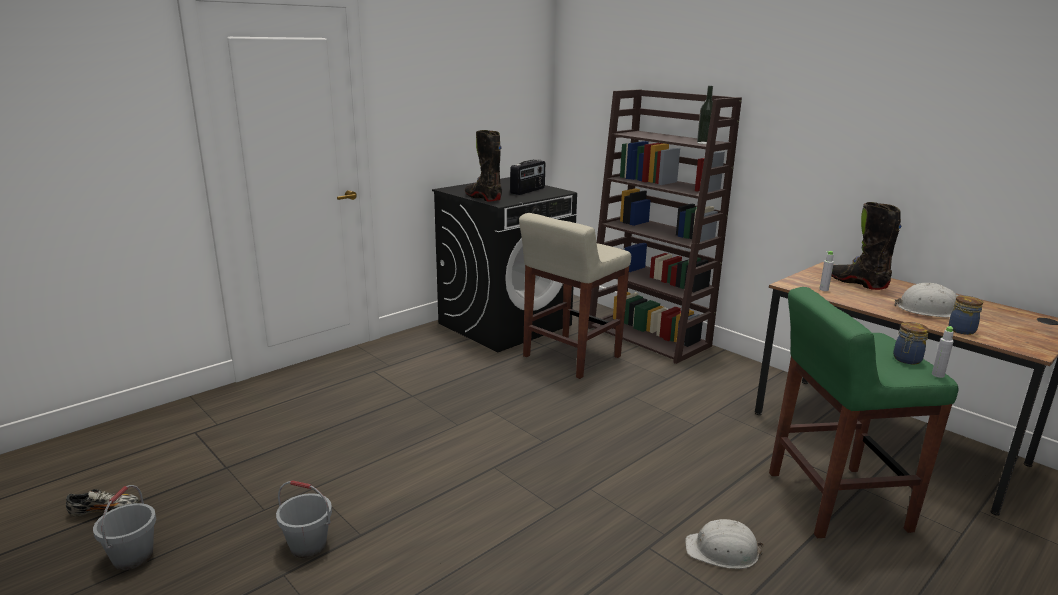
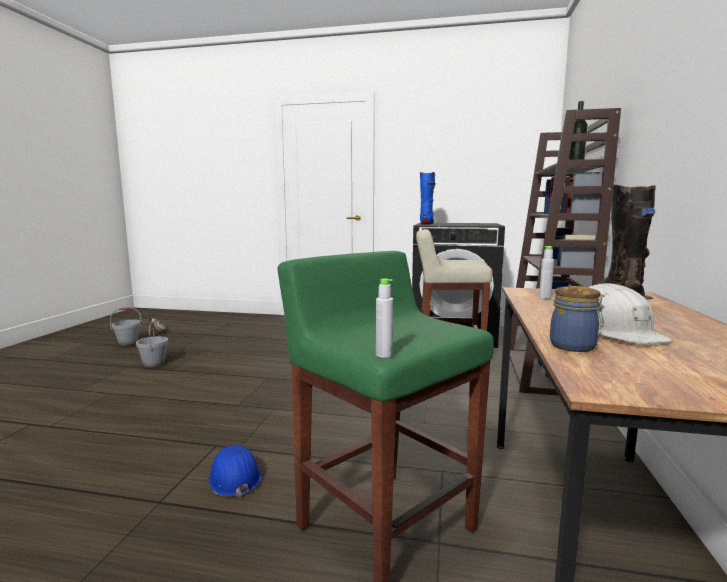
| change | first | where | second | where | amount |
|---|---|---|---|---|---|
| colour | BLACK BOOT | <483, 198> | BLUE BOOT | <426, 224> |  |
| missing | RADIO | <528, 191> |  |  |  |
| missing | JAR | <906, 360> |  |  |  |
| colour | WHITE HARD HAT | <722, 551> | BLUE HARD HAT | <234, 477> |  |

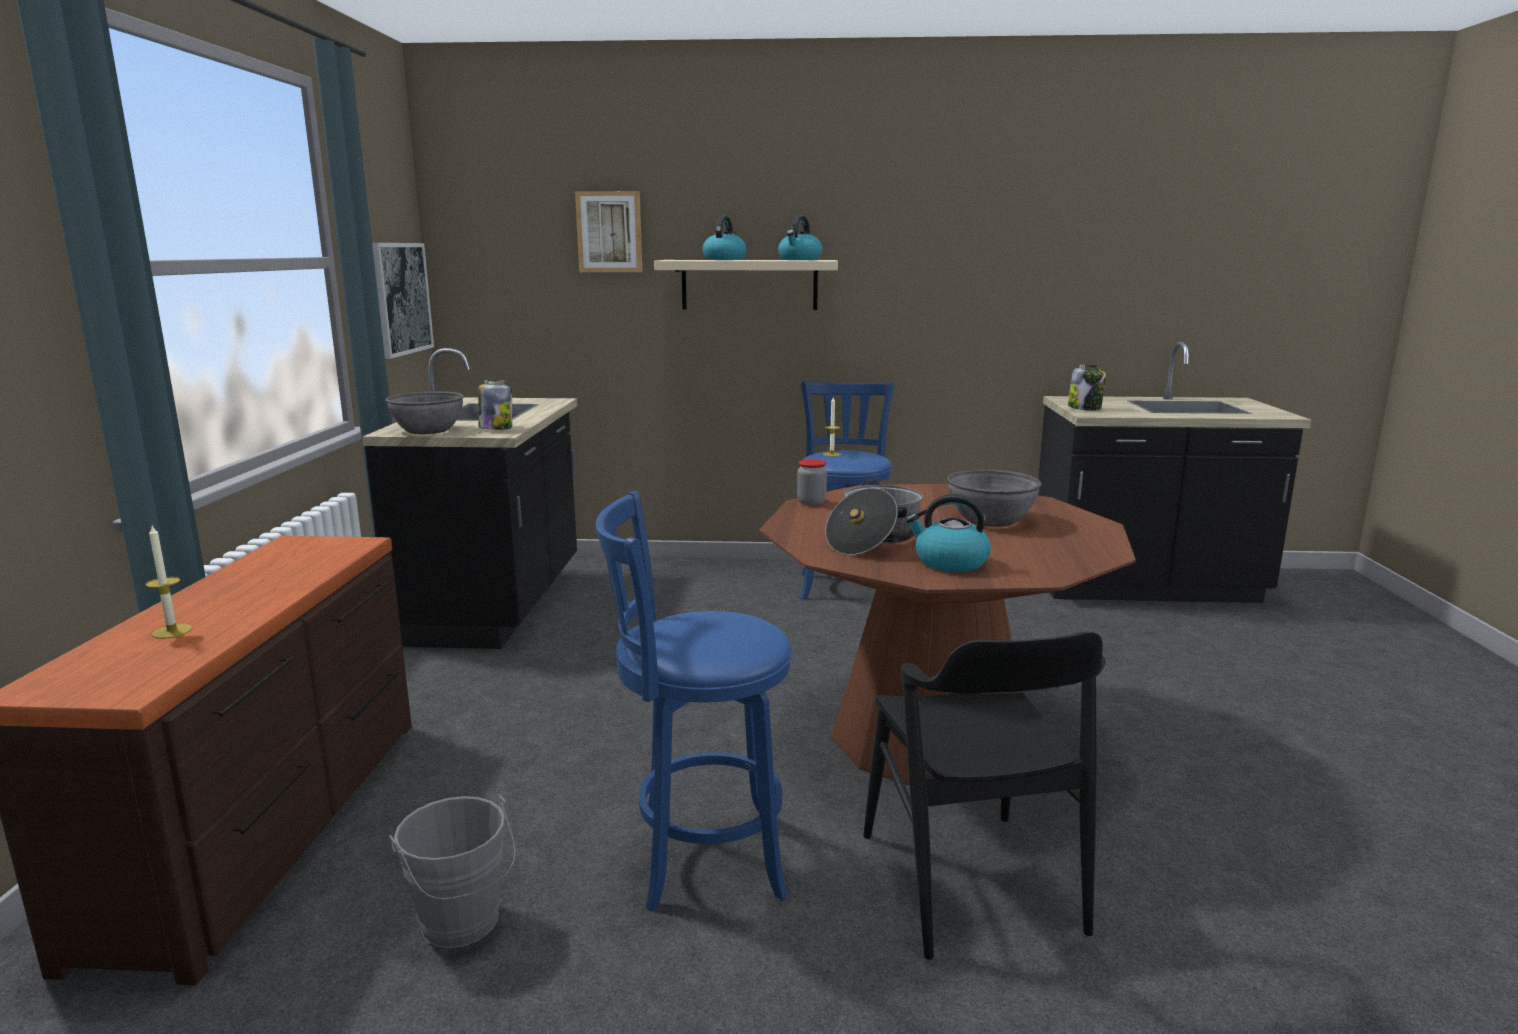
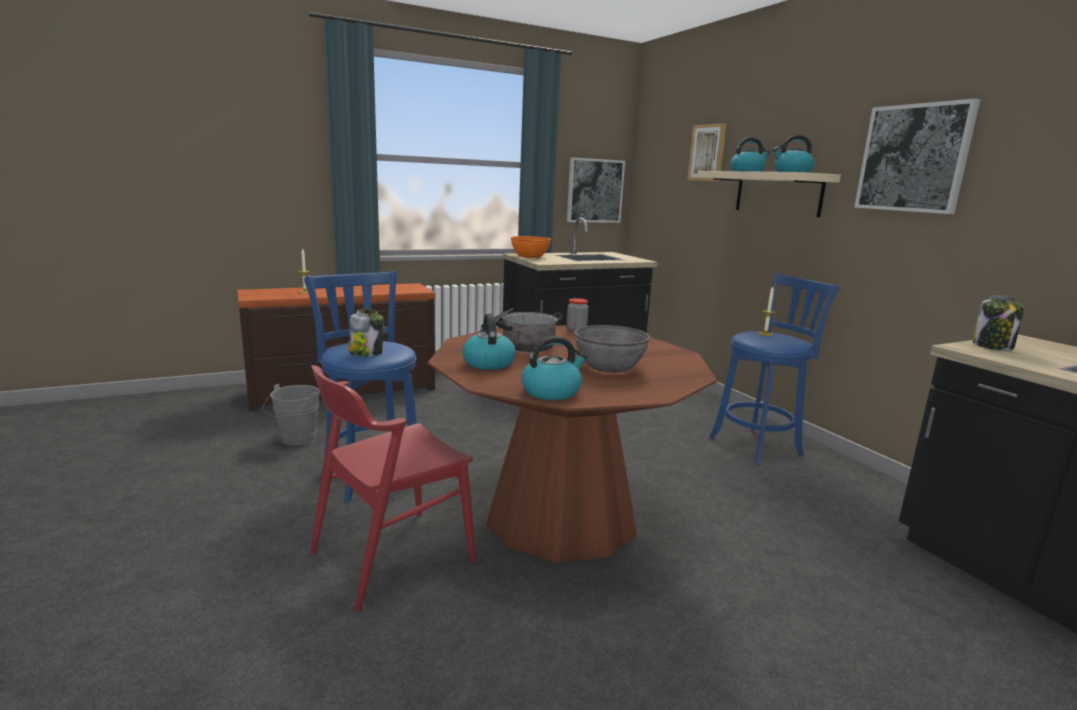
| change | first | where | second | where | amount |
|---|---|---|---|---|---|
| relocated | JAR | <496, 428> |  | <366, 353> |  |
| colour | GREY BOWL | <428, 430> | ORANGE BOWL | <530, 256> |  |
| colour | BLACK CHAIR | <970, 881> | RED CHAIR | <391, 556> |  |
| appeared |  |  | PICTURE | <913, 158> |  |
| appeared |  |  | KETTLE | <552, 391> |  |

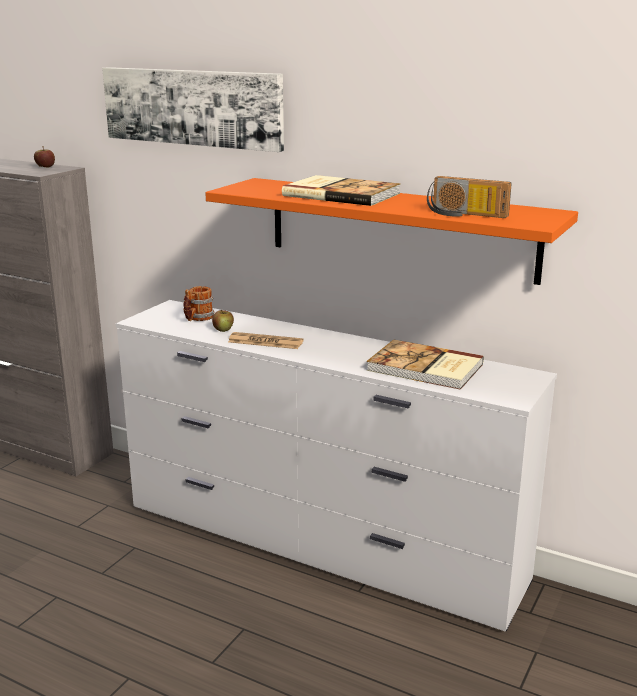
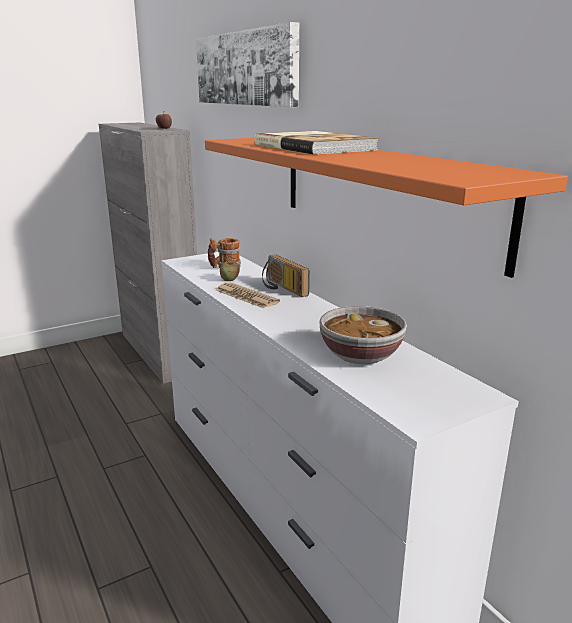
| change | first | where | second | where | amount |
|---|---|---|---|---|---|
| relocated | RADIO | <465, 215> |  | <281, 288> |  |
| exchanged | BOOK | <425, 368> | BOWL | <360, 355> |  |

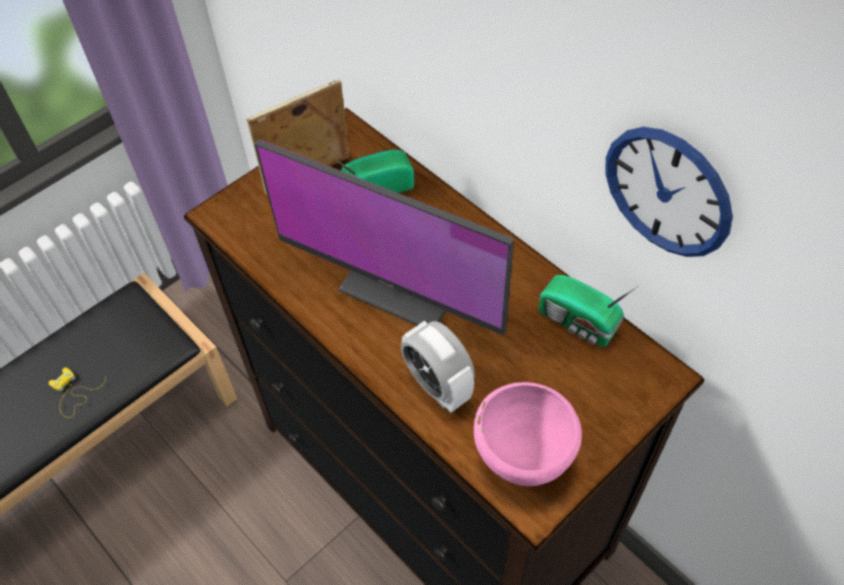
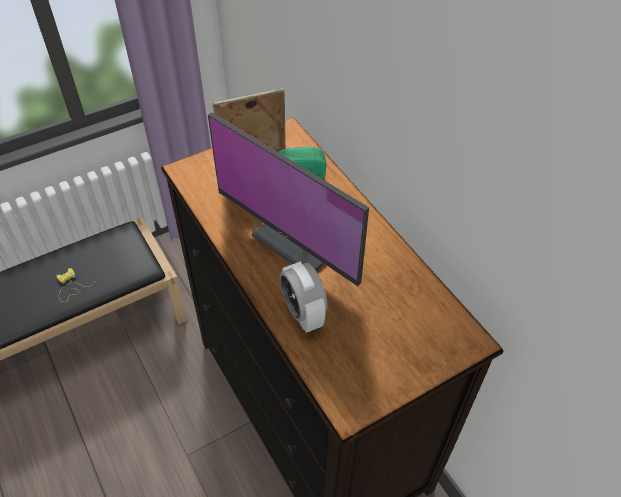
| change | first | where | second | where | amount |
|---|---|---|---|---|---|
| missing | WALL CLOCK | <667, 192> |  |  |  |
| missing | RADIO | <579, 323> |  |  |  |
| missing | PINK BOWL | <521, 456> |  |  |  |

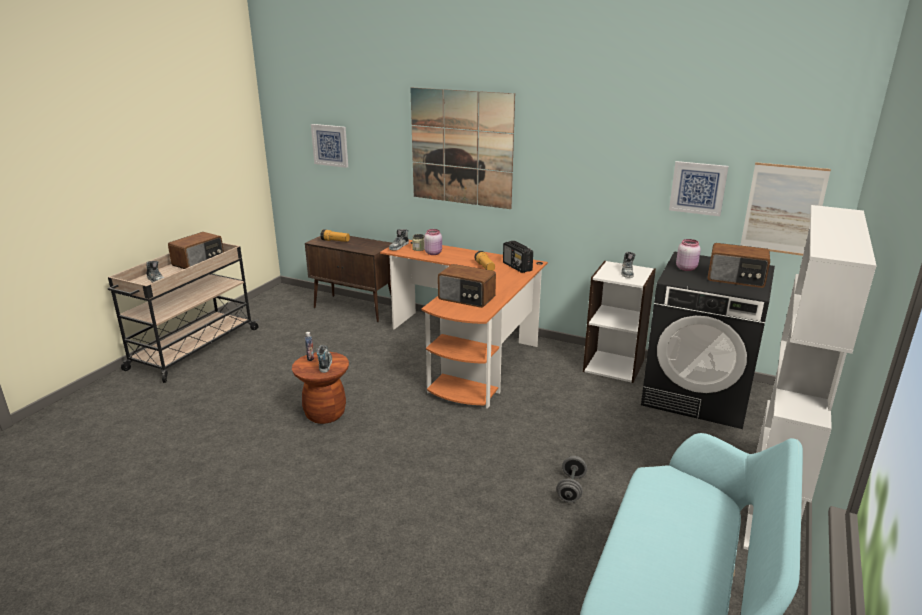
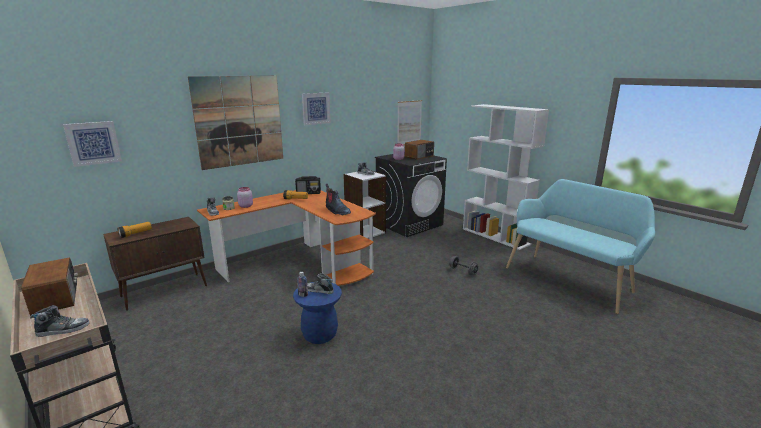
| change | first | where | second | where | amount |
|---|---|---|---|---|---|
| relocated | PICTURE | <698, 188> |  | <316, 108> |  |
| exchanged | RADIO | <466, 298> | BOOT | <337, 211> |  |
| colour | BROWN STOOL | <325, 414> | BLUE STOOL | <320, 335> |  |

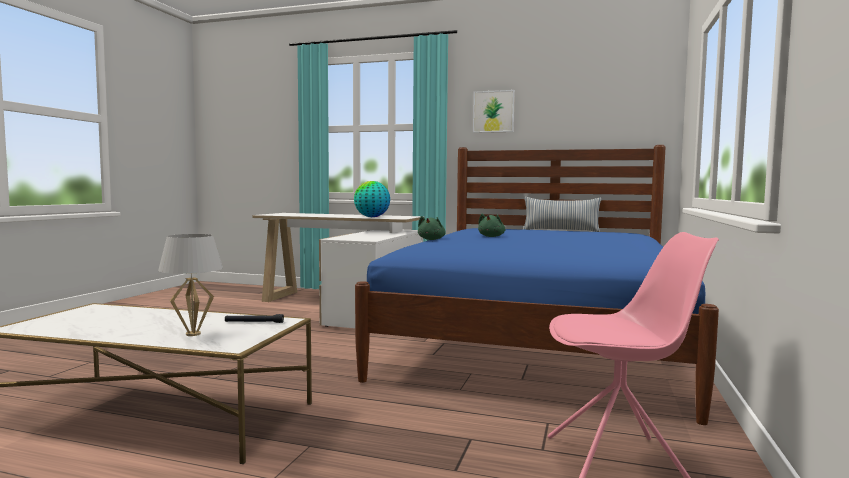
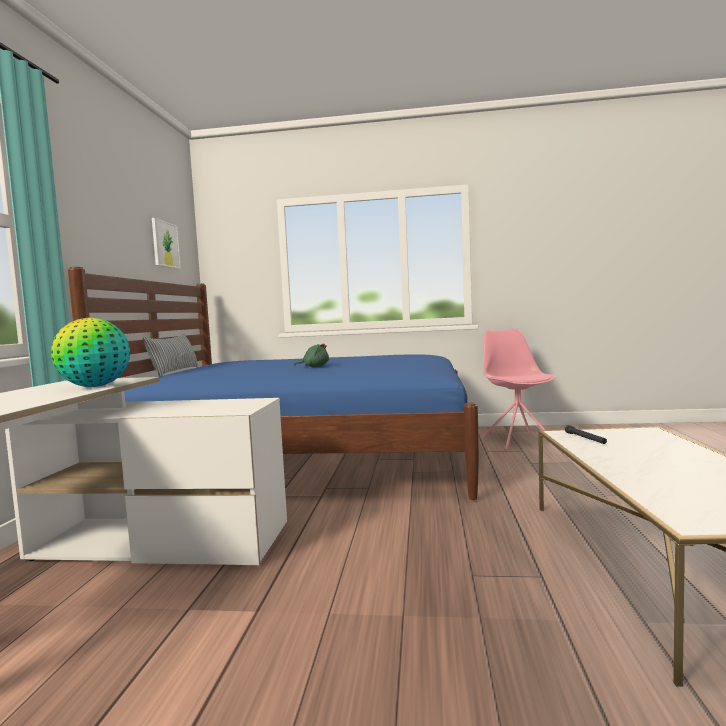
| change | first | where | second | where | amount |
|---|---|---|---|---|---|
| relocated | PICTURE | <493, 111> |  | <165, 244> |  |
| missing | GREEN PLUSH TOY | <431, 239> |  |  |  |
| missing | WHITE TABLE LAMP | <193, 334> |  |  |  |

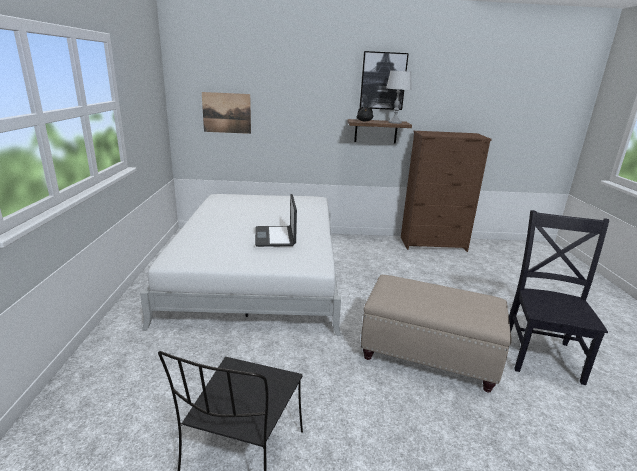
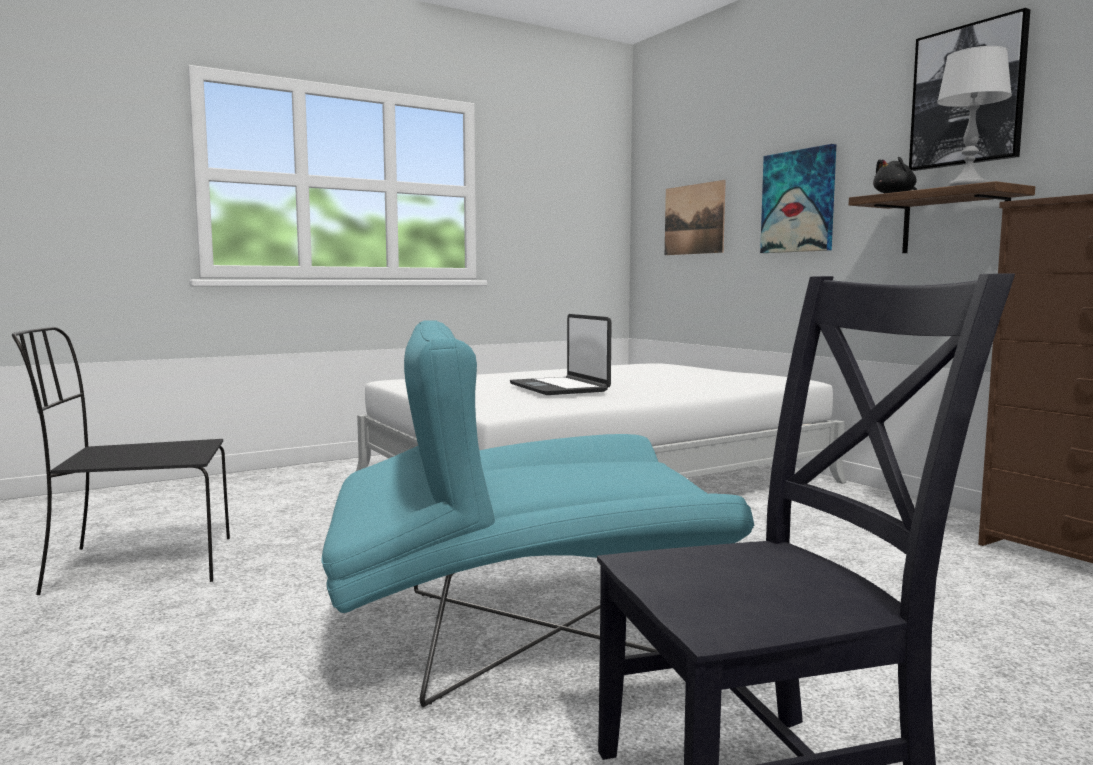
| change | first | where | second | where | amount |
|---|---|---|---|---|---|
| spun | LAPTOP | <275, 237> |  | <559, 388> | 75 degrees counterclockwise |
| exchanged | BEIGE OTTOMAN | <427, 355> | TURQUOISE ARMCHAIR | <522, 633> |  |
| appeared |  |  | PICTURE | <798, 201> |  |

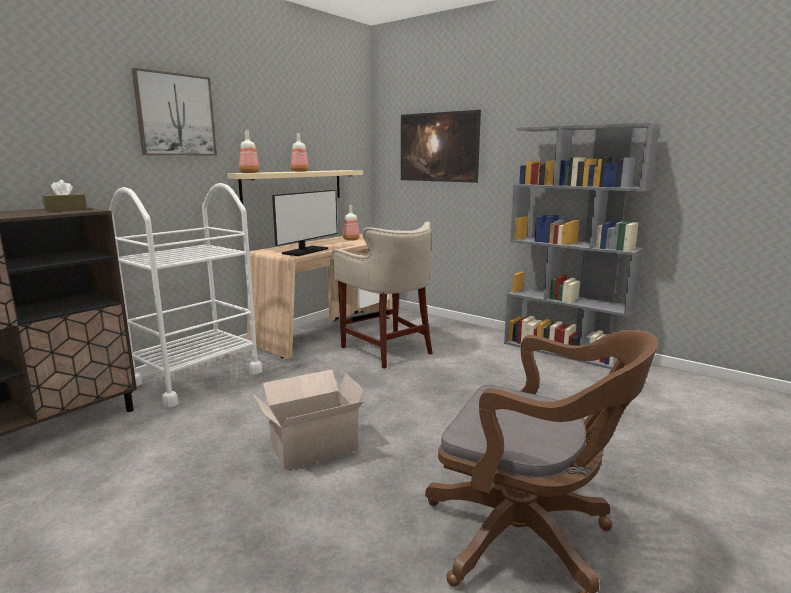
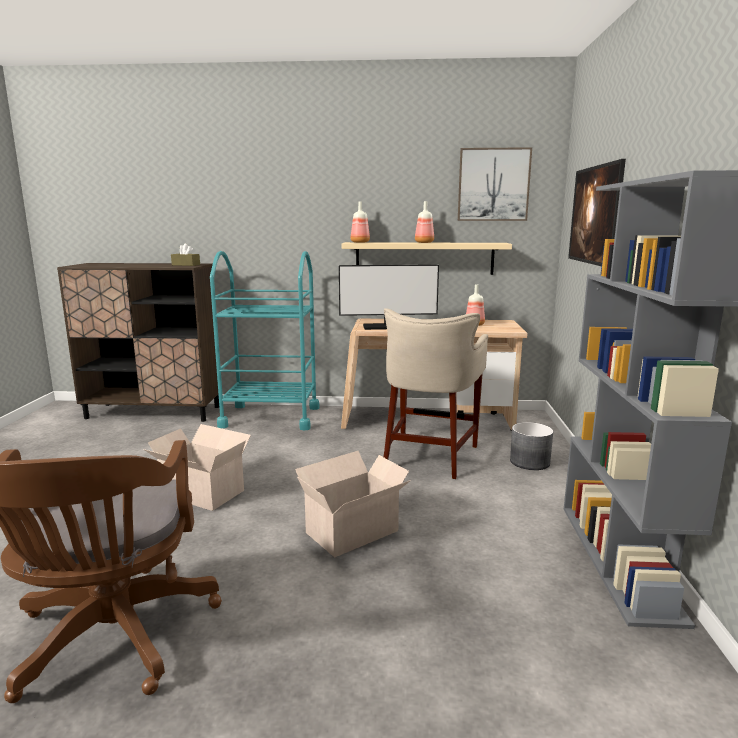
| change | first | where | second | where | amount |
|---|---|---|---|---|---|
| relocated | PICTURE | <175, 115> |  | <493, 185> |  |
| colour | WHITE CART | <197, 378> | TURQUOISE CART | <270, 417> |  |
| appeared |  |  | GREY PLANTER | <530, 462> |  |
| appeared |  |  | CARDBOARD BOX | <354, 531> |  |

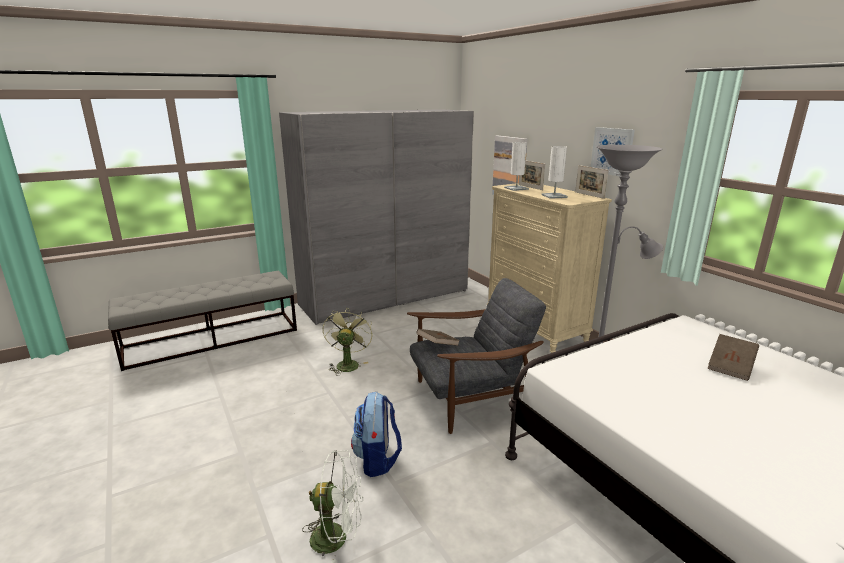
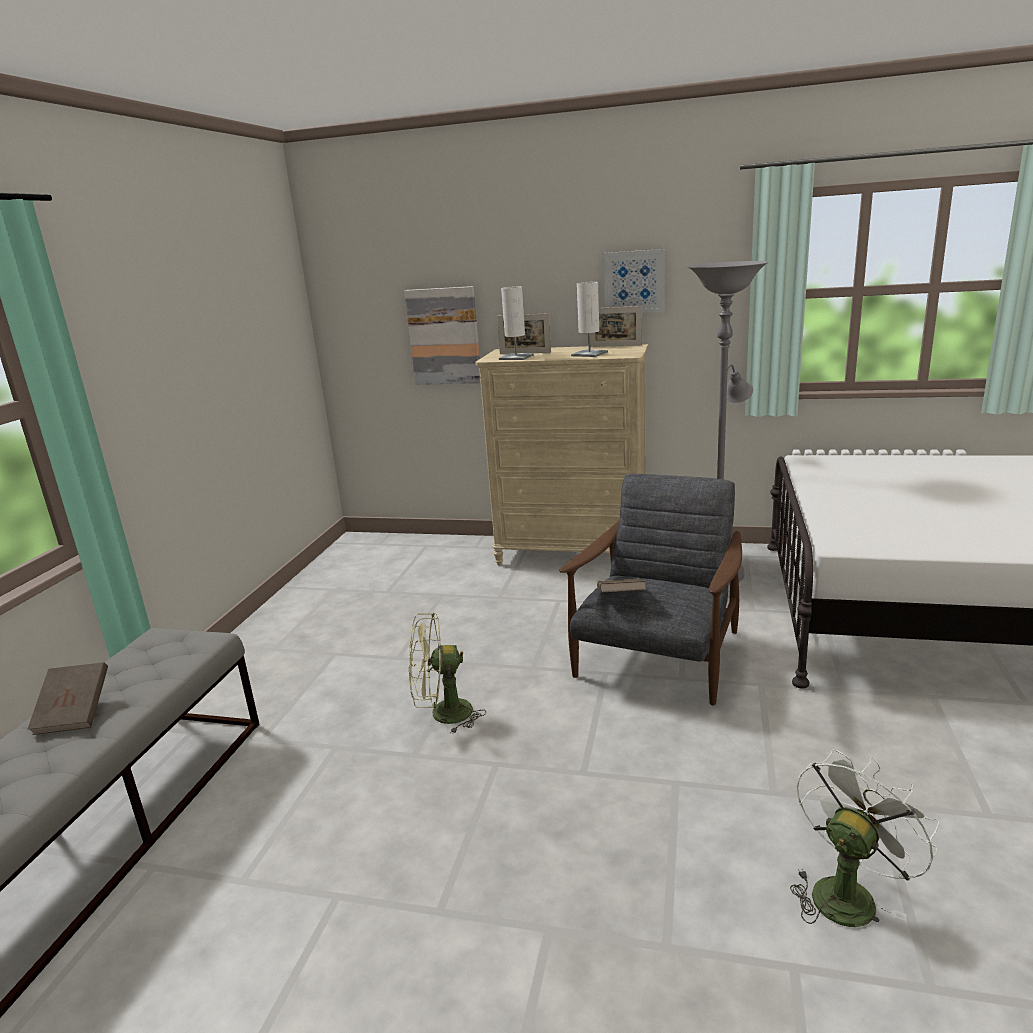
| change | first | where | second | where | amount |
|---|---|---|---|---|---|
| missing | GREY WARDROBE | <385, 297> |  |  |  |
| spun | GREEN FAN | <347, 363> |  | <442, 715> | 60 degrees counterclockwise |
| relocated | BROWN BOOK | <730, 367> |  | <75, 713> |  |
| missing | BACKPACK | <377, 459> |  |  |  |

